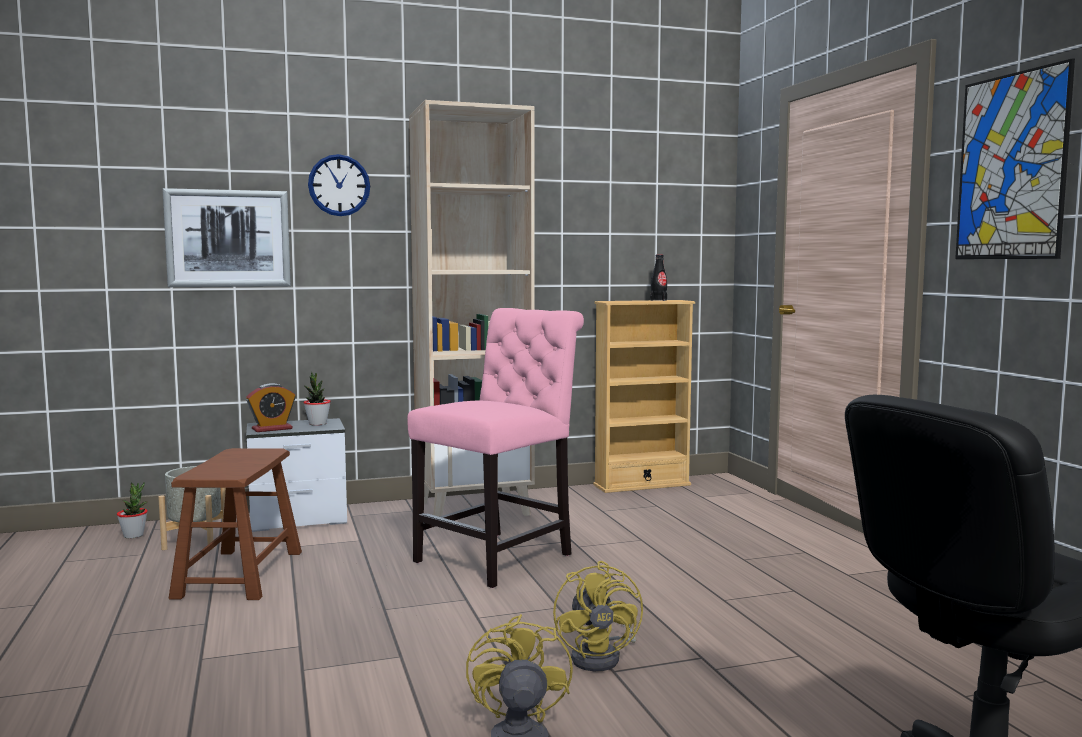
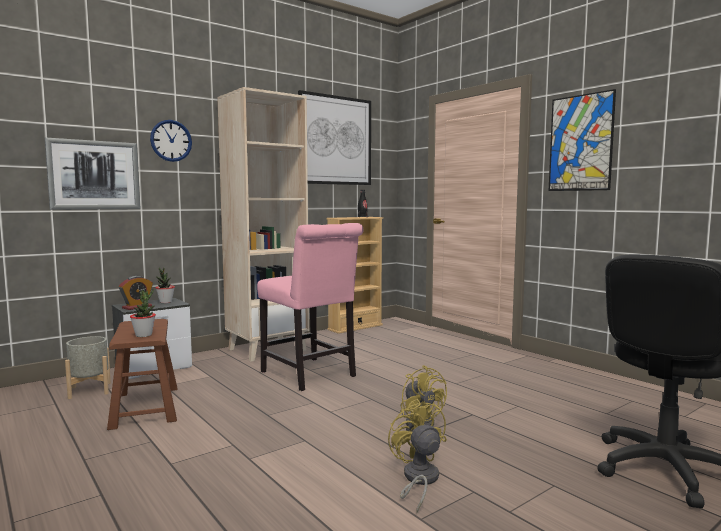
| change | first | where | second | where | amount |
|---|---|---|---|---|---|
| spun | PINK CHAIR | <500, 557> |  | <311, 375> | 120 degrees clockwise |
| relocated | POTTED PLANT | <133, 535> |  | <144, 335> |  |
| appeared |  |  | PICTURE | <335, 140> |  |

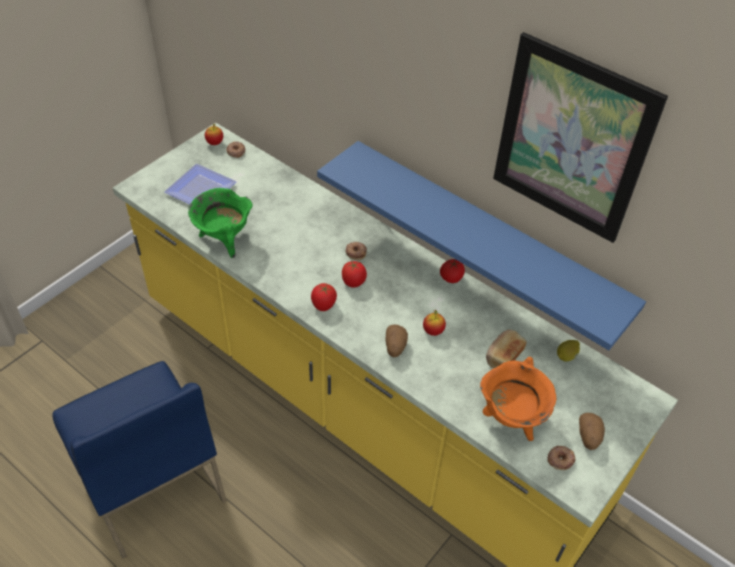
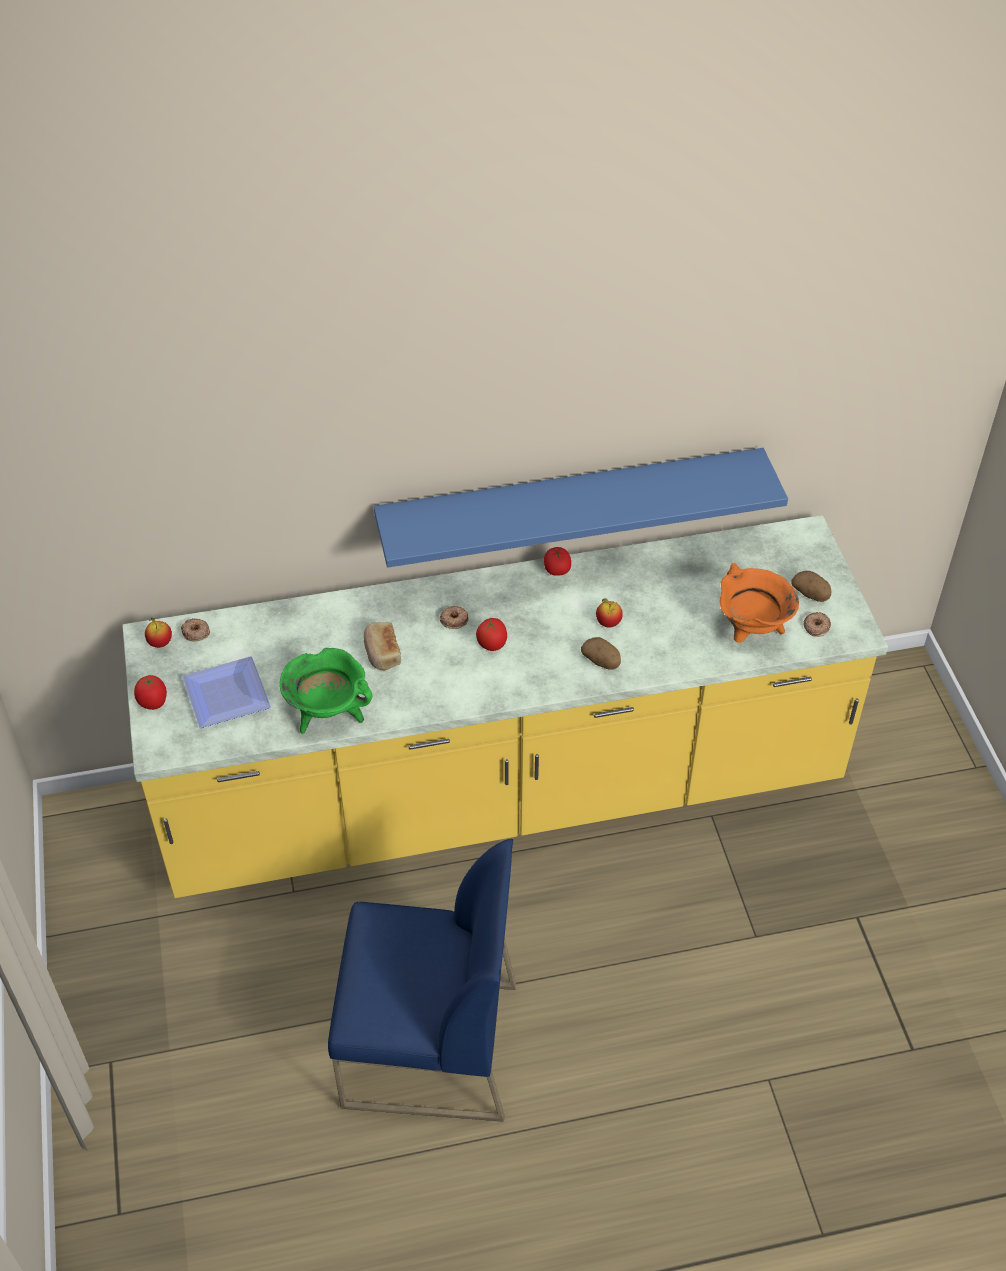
| change | first | where | second | where | amount |
|---|---|---|---|---|---|
| missing | PICTURE | <571, 140> |  |  |  |
| relocated | TOMATO | <323, 305> |  | <153, 702> |  |
| relocated | BREAD | <503, 355> |  | <382, 653> |  |
| missing | LEMON | <566, 356> |  |  |  |

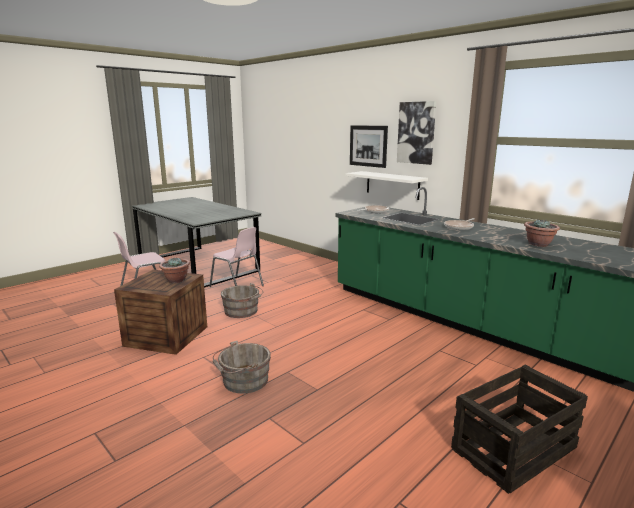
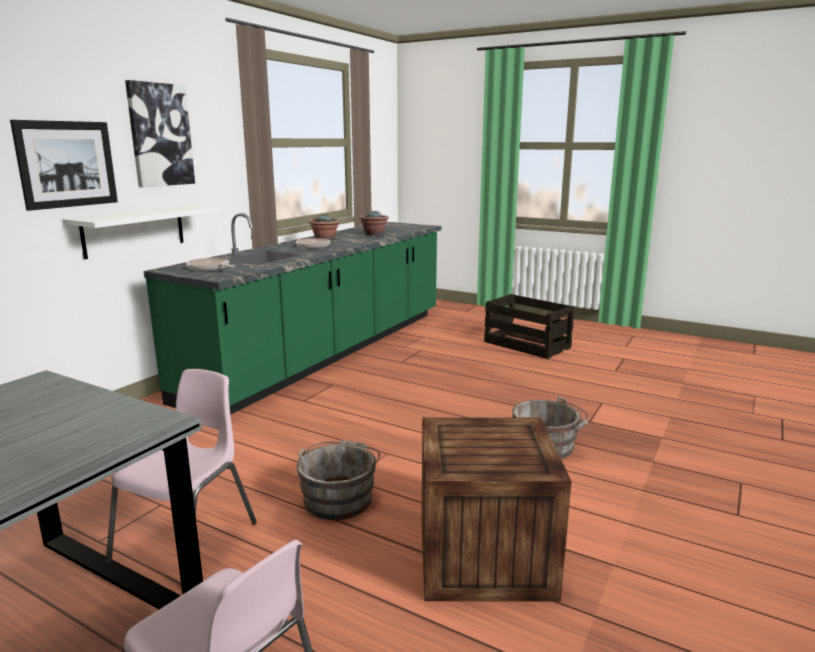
| change | first | where | second | where | amount |
|---|---|---|---|---|---|
| relocated | POTTED PLANT | <176, 280> |  | <325, 239> |  |

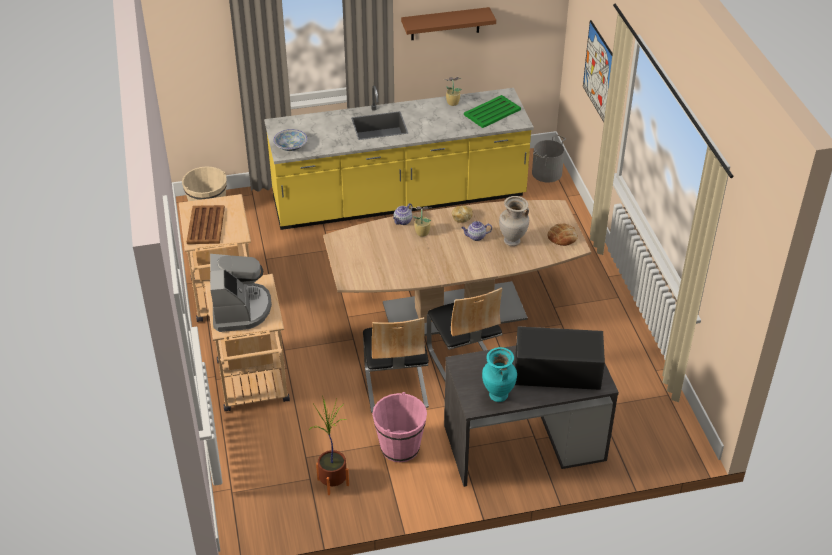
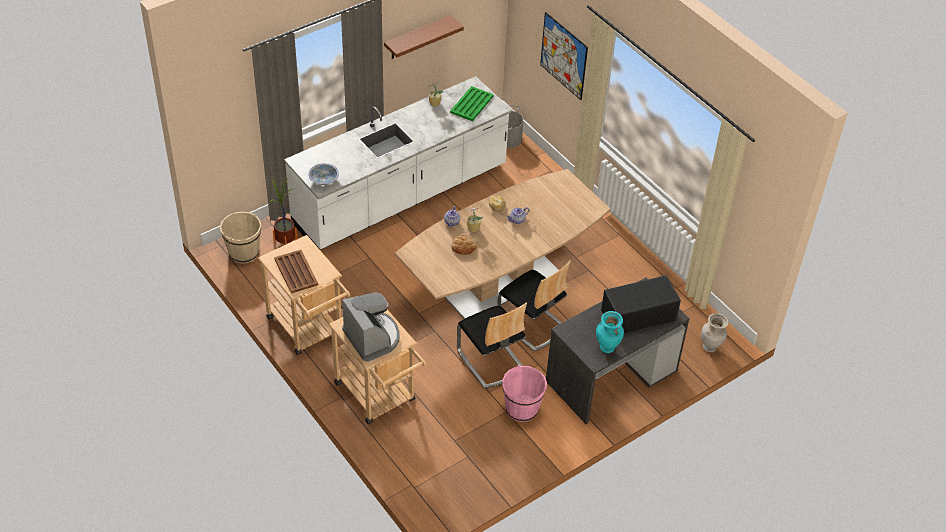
| change | first | where | second | where | amount |
|---|---|---|---|---|---|
| colour | YELLOW COUNTER | <399, 199> | WHITE COUNTER | <401, 196> |  |
| relocated | BEIGE VASE | <512, 242> |  | <710, 347> |  |
| relocated | BREAD | <562, 237> |  | <463, 246> |  |
| relocated | POTTED PLANT | <333, 482> |  | <285, 242> |  |

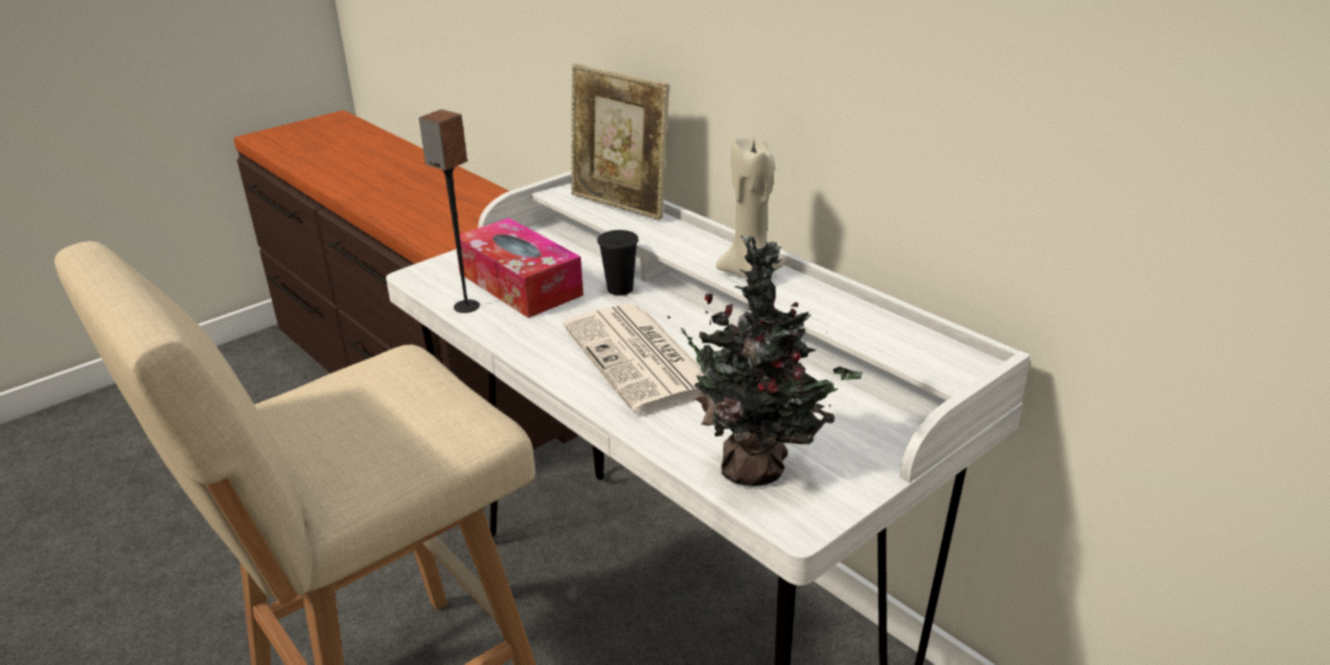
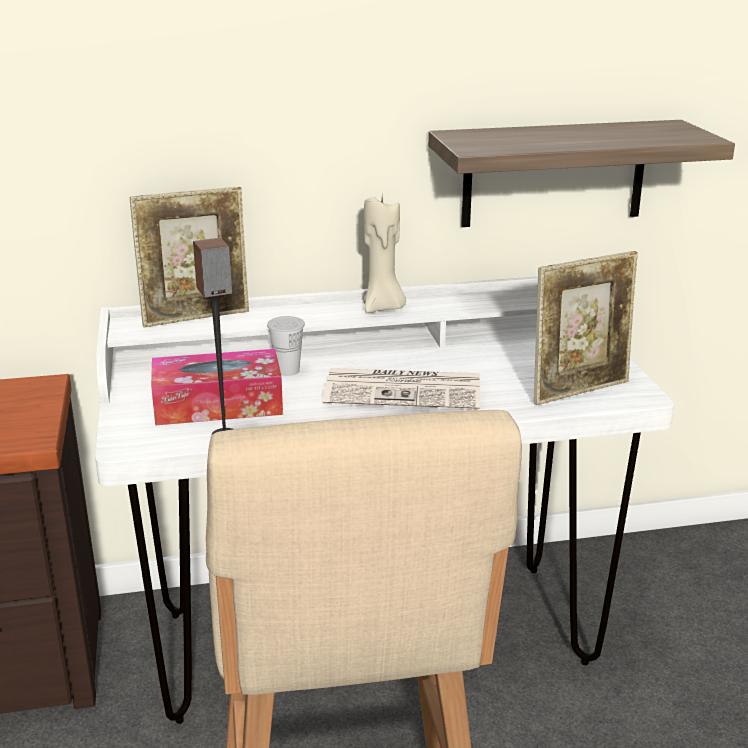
| change | first | where | second | where | amount |
|---|---|---|---|---|---|
| colour | BLACK CUP | <620, 289> | WHITE CUP | <287, 370> |  |
| exchanged | POTTED PLANT | <759, 469> | PICTURE FRAME | <579, 390> |  |
| appeared |  |  | SHELF | <554, 173> |  |

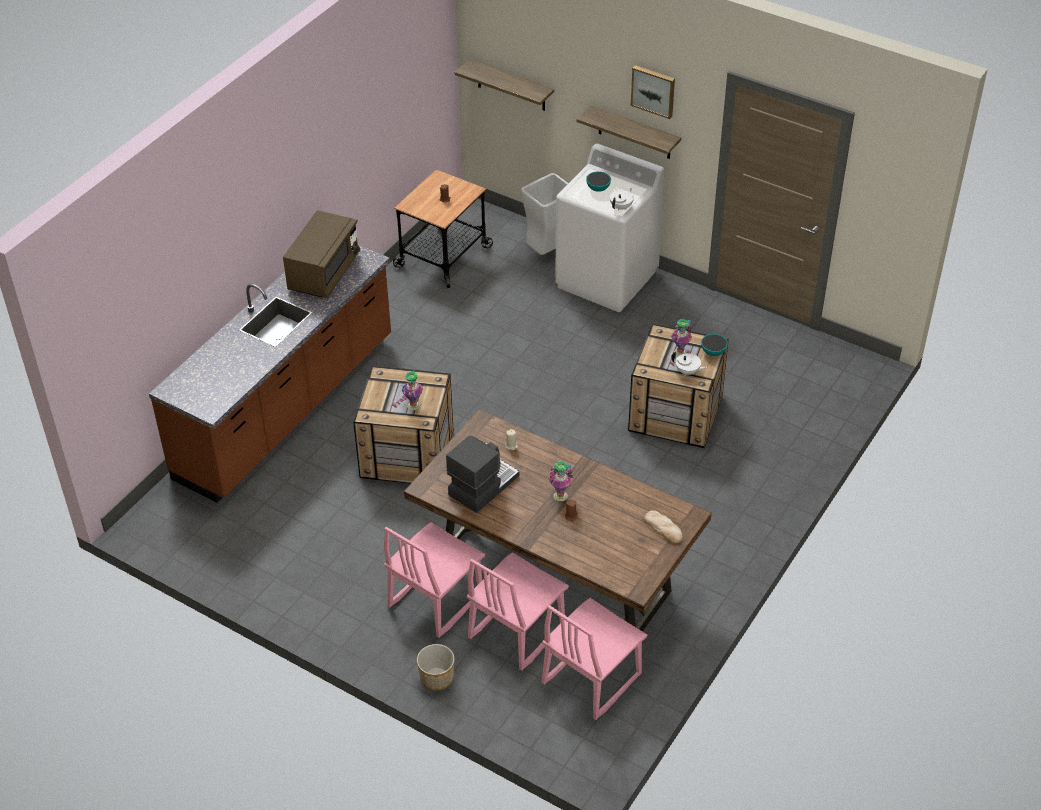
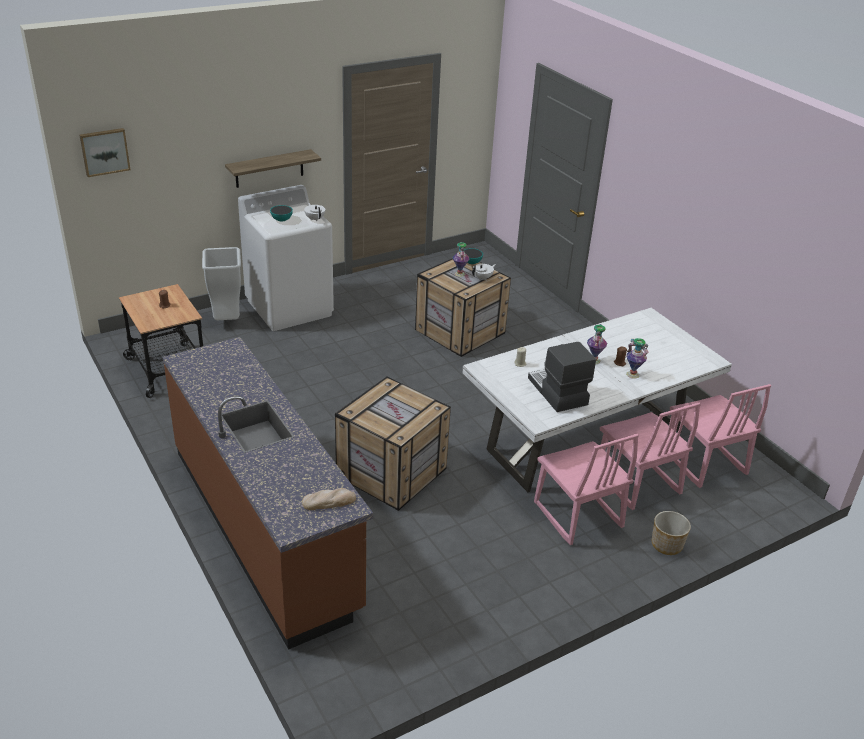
| change | first | where | second | where | amount |
|---|---|---|---|---|---|
| missing | SHELF | <511, 86> |  |  |  |
| relocated | PICTURE | <653, 90> |  | <104, 151> |  |
| missing | BROWN MICROWAVE | <324, 272> |  |  |  |
| relocated | VASE | <413, 405> |  | <632, 374> |  |
| colour | BROWN DINING TABLE | <554, 573> | WHITE DINING TABLE | <585, 442> |  |
| relocated | BREAD | <663, 528> |  | <329, 501> |  |

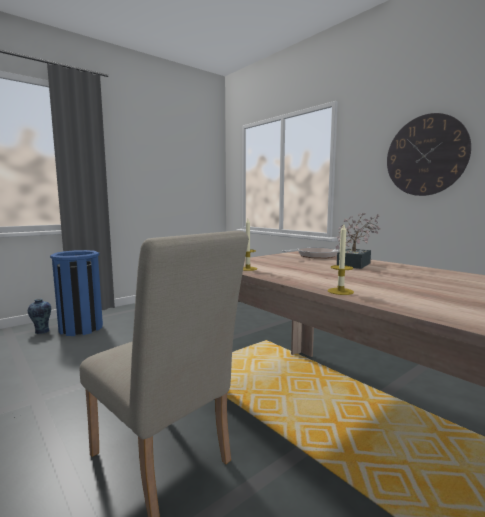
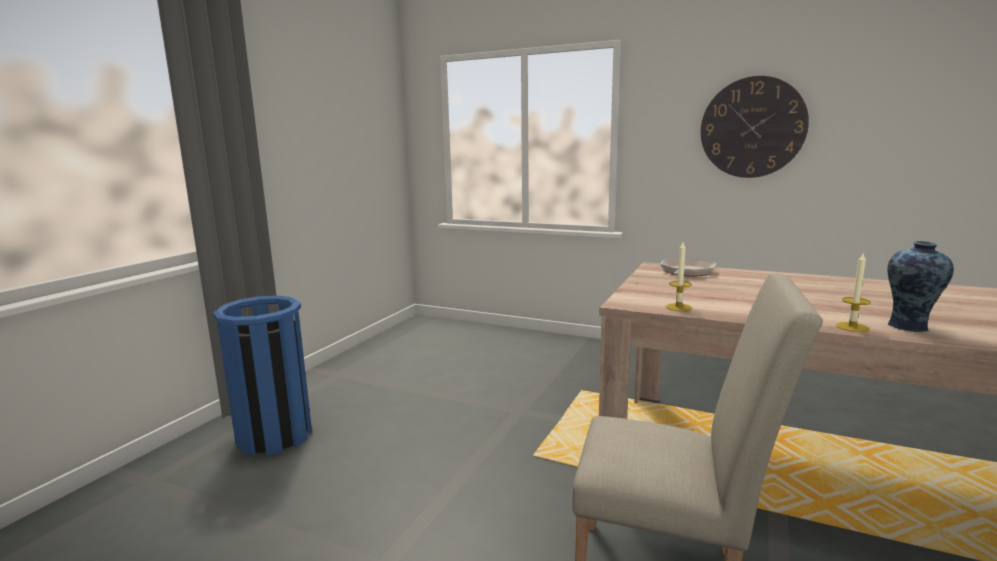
| change | first | where | second | where | amount |
|---|---|---|---|---|---|
| missing | POTTED PLANT | <355, 264> |  |  |  |
| relocated | VASE | <41, 331> |  | <909, 327> |  |

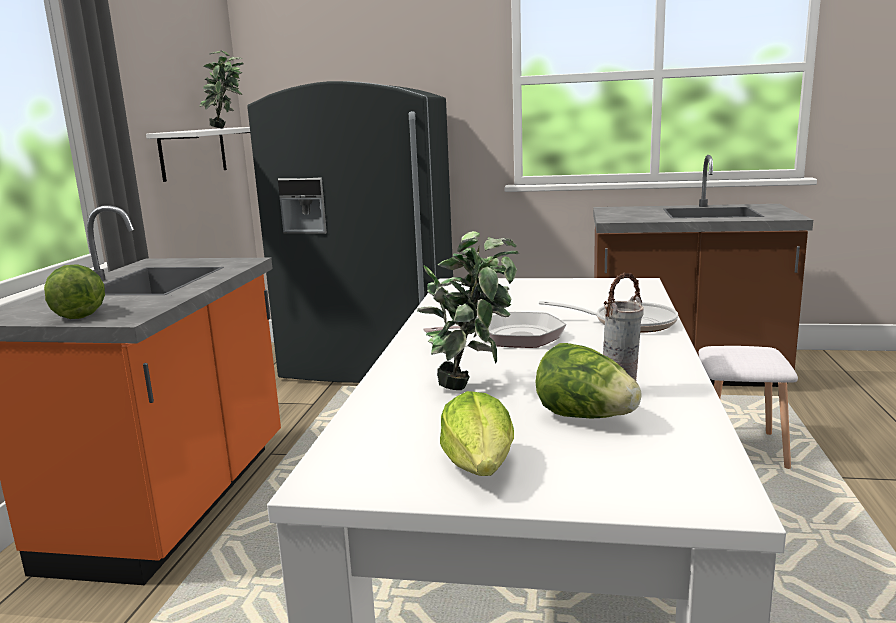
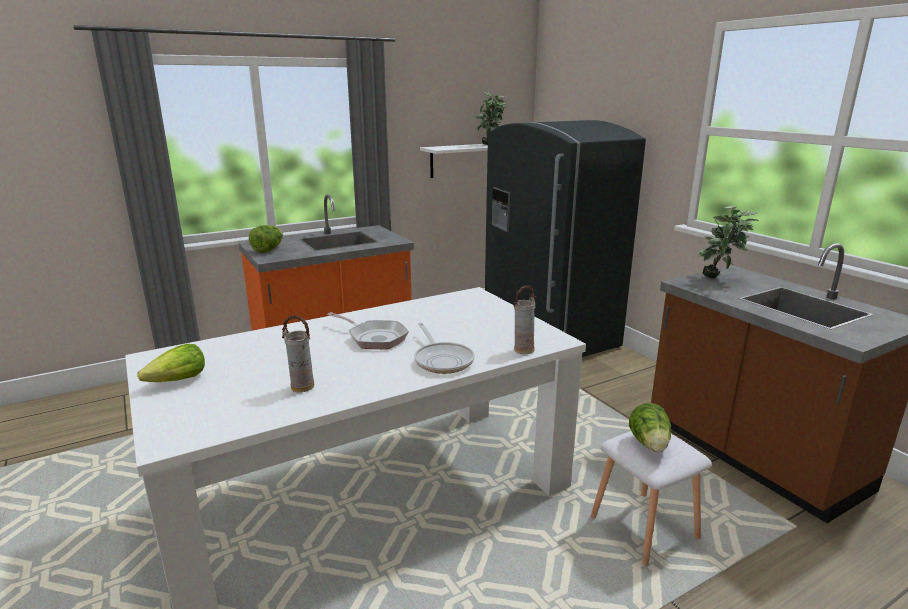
| change | first | where | second | where | amount |
|---|---|---|---|---|---|
| relocated | POTTED PLANT | <473, 386> |  | <720, 279> |  |
| relocated | LETTUCE | <585, 417> |  | <650, 444> |  |
| appeared |  |  | VASE | <523, 350> |  |

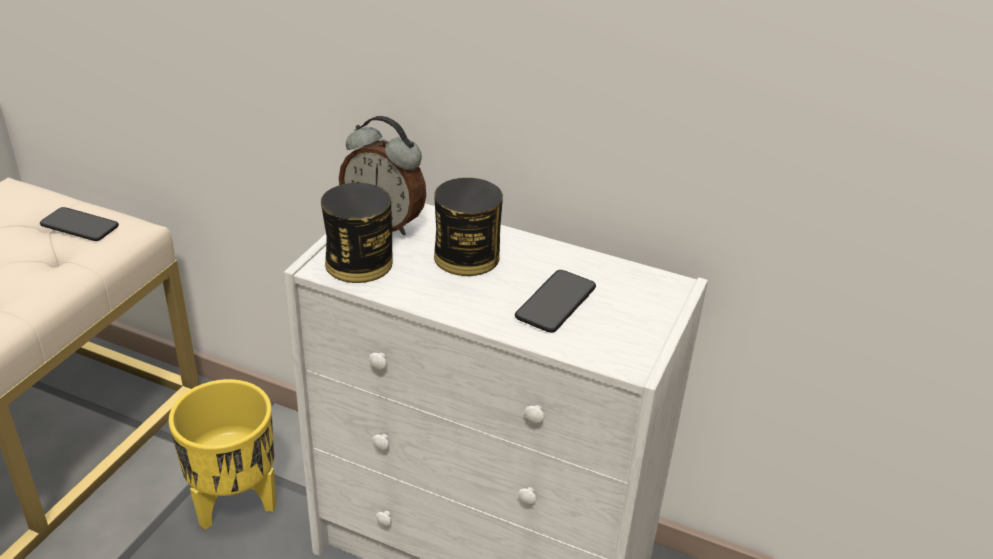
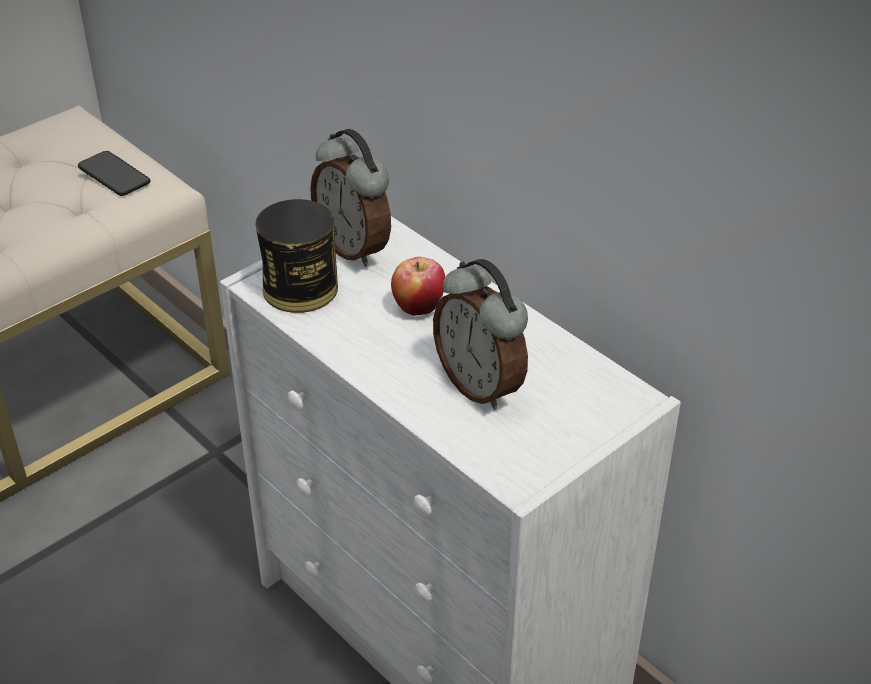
| change | first | where | second | where | amount |
|---|---|---|---|---|---|
| exchanged | CAN | <466, 257> | APPLE | <418, 307> |  |
| exchanged | PHONE | <555, 302> | ALARM CLOCK | <481, 385> |  |
| missing | YELLOW PLANTER | <235, 502> |  |  |  |

